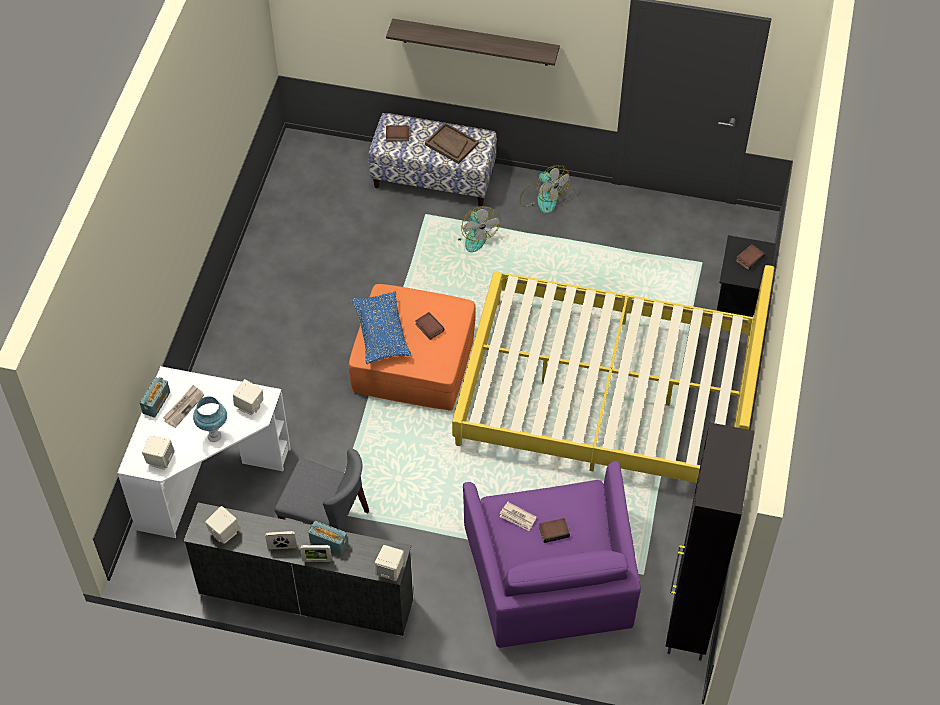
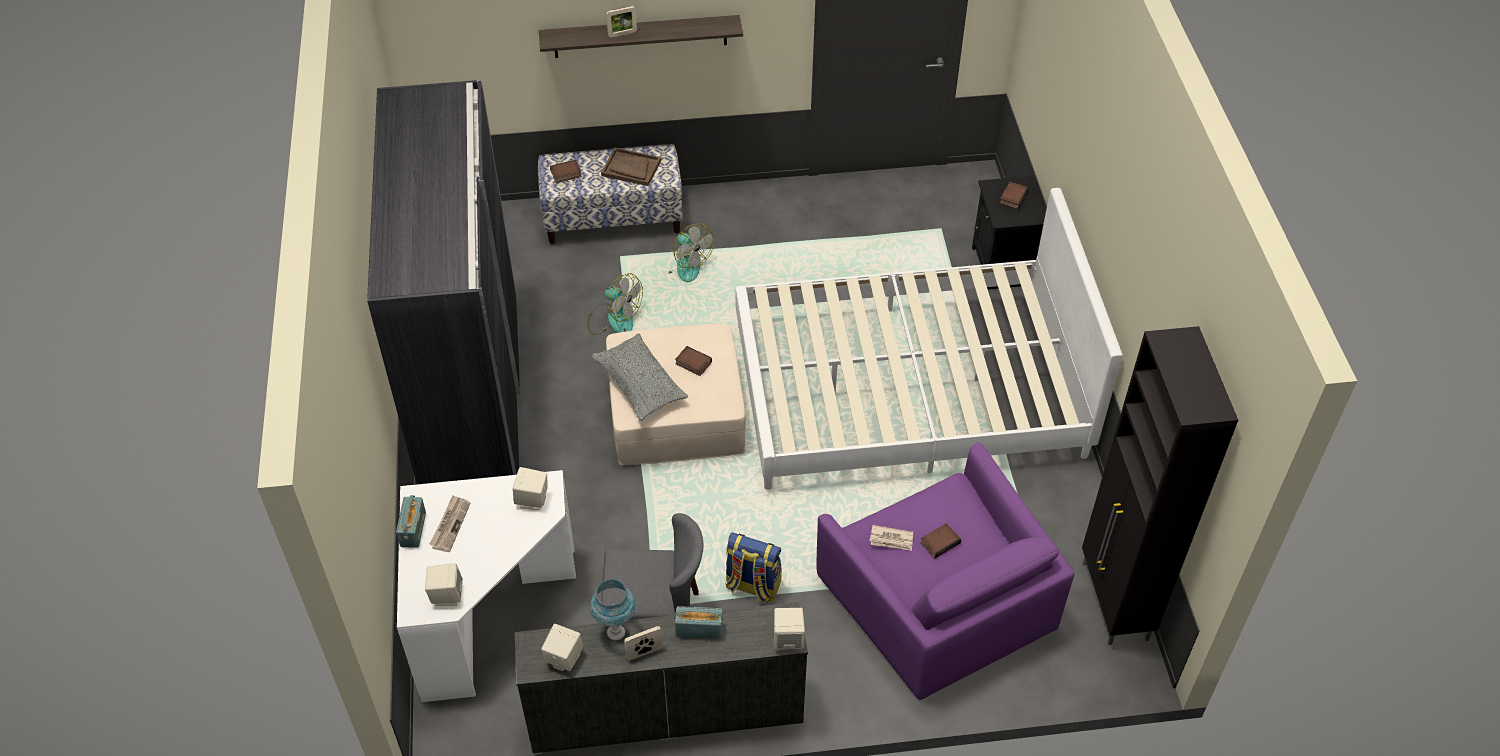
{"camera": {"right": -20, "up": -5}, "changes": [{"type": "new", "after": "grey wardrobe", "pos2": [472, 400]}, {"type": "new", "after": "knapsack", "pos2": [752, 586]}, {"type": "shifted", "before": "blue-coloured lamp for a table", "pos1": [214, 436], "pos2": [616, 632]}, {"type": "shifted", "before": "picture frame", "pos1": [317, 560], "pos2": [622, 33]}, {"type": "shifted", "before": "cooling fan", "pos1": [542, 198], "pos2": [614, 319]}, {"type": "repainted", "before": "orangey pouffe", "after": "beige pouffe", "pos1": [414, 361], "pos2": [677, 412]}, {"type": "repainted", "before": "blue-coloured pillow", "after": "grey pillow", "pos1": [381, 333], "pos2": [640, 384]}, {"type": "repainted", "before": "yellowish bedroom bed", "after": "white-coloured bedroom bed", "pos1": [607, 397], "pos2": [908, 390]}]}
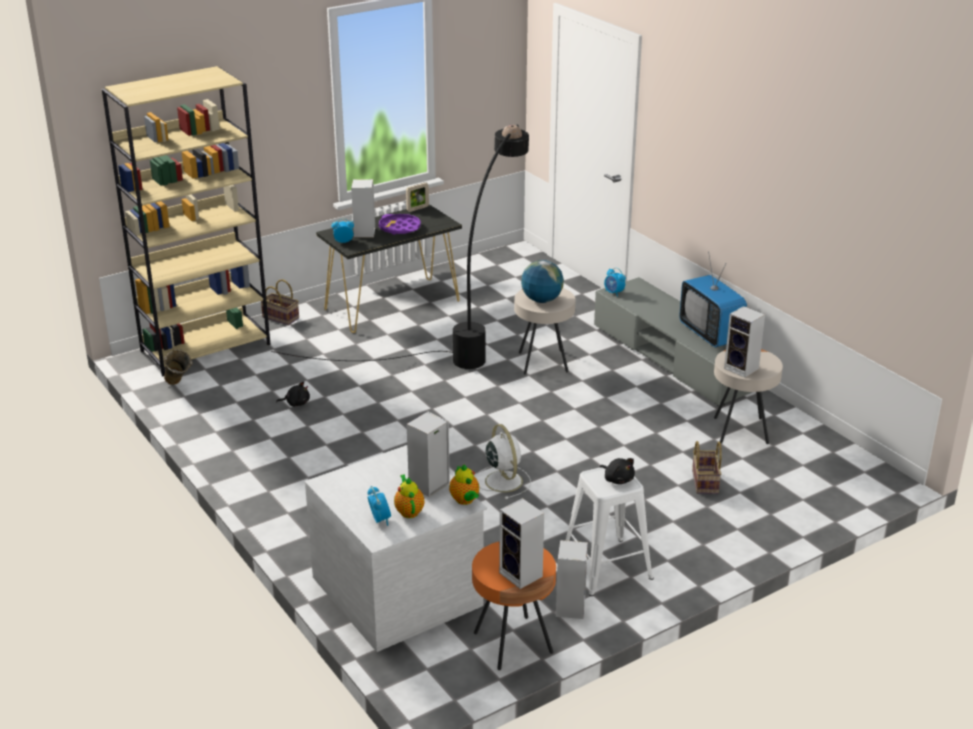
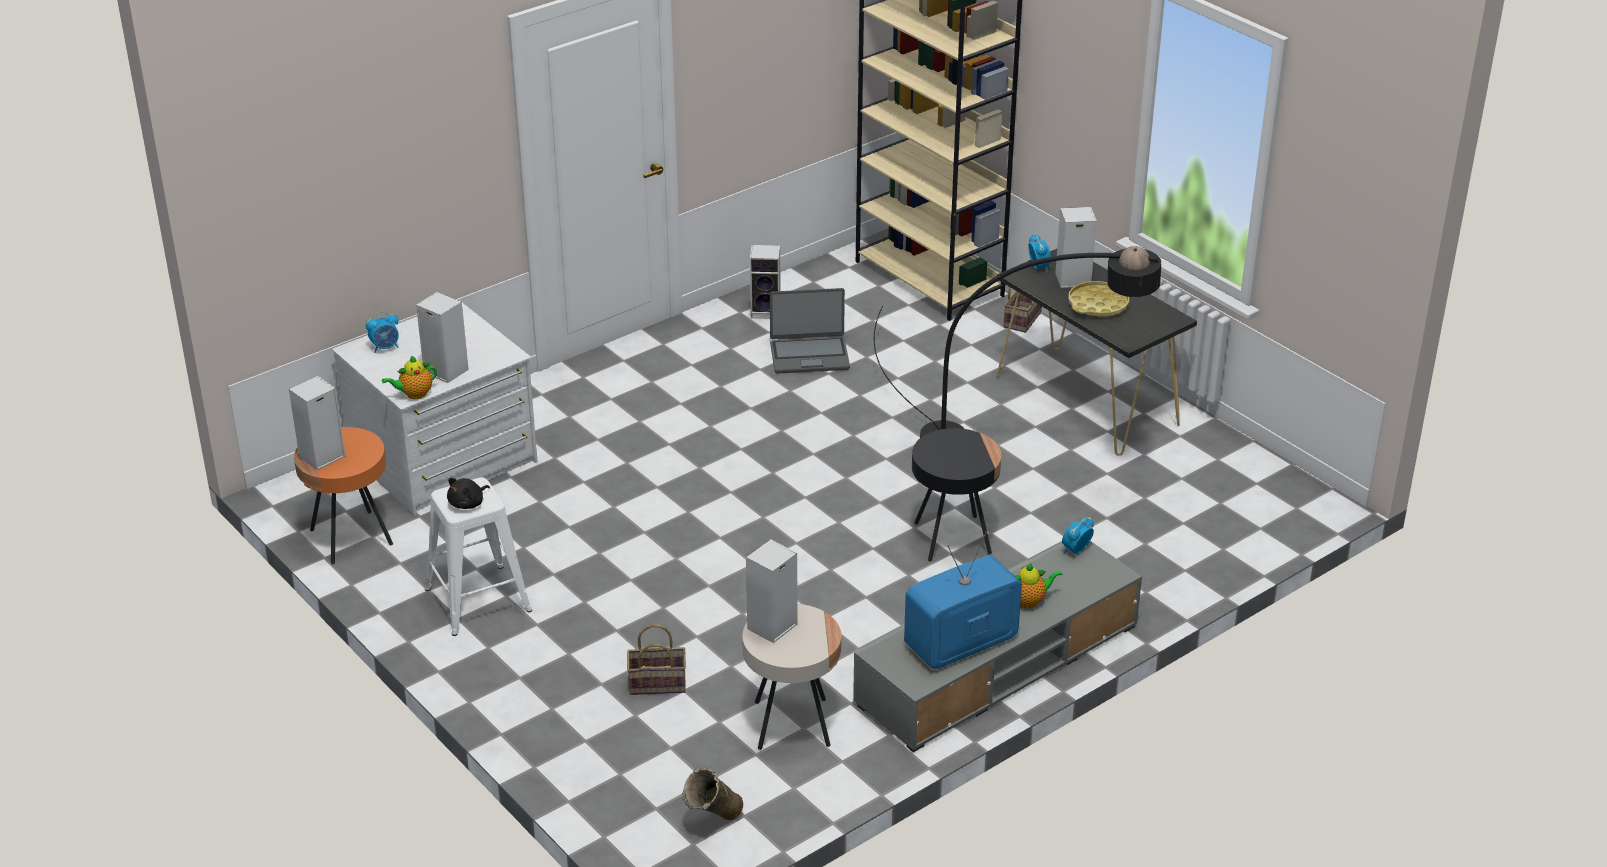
{"camera": {"right": 85, "up": 5}, "changes": [{"type": "gone", "before": "picture frame", "pos1": [417, 209]}, {"type": "gone", "before": "white-coloured cooling fan", "pos1": [503, 480]}, {"type": "gone", "before": "world globe", "pos1": [541, 300]}, {"type": "shifted", "before": "beige vase", "pos1": [179, 387], "pos2": [713, 823]}, {"type": "shifted", "before": "tea pot", "pos1": [409, 511], "pos2": [1029, 601]}, {"type": "shifted", "before": "loudspeaker", "pos1": [569, 607], "pos2": [767, 311]}, {"type": "swapped", "before": "black-coloured plush toy", "after": "laptop", "pos1": [296, 403], "pos2": [809, 356]}, {"type": "repainted", "before": "purplish serving tray", "after": "yellowish serving tray", "pos1": [399, 228], "pos2": [1098, 304]}, {"type": "repainted", "before": "beige end table", "after": "black-coloured end table", "pos1": [543, 362], "pos2": [952, 538]}]}
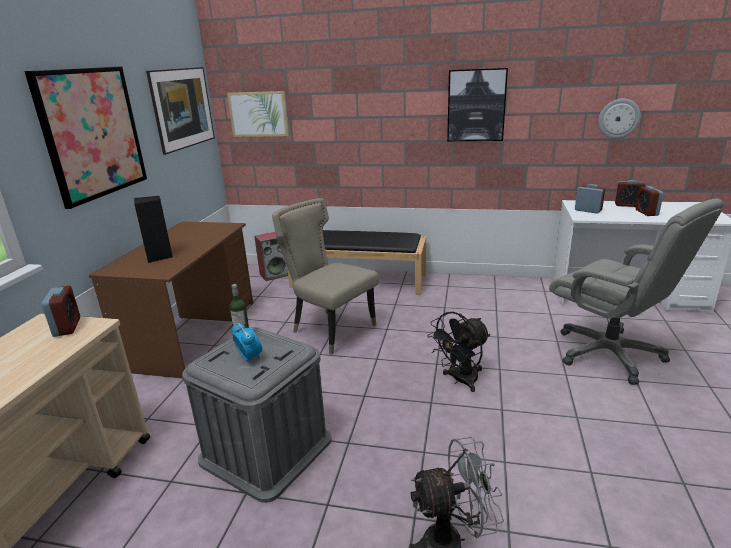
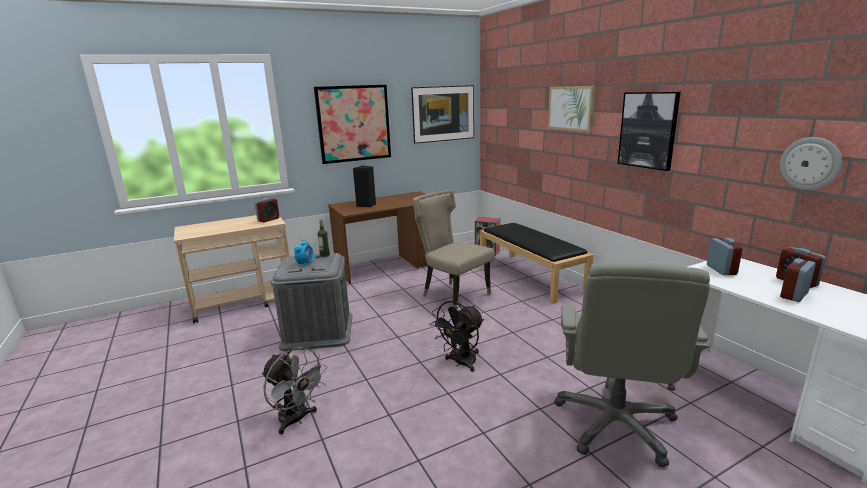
{"camera": {"right": 50, "up": -5}, "changes": [{"type": "shifted", "before": "picture", "pos1": [259, 114], "pos2": [571, 108]}, {"type": "rotated", "before": "beige plain chair", "pos1": [330, 329], "pos2": [453, 295], "turn": -45}, {"type": "rotated", "before": "black-coloured cooling fan", "pos1": [460, 380], "pos2": [461, 363], "turn": -60}]}
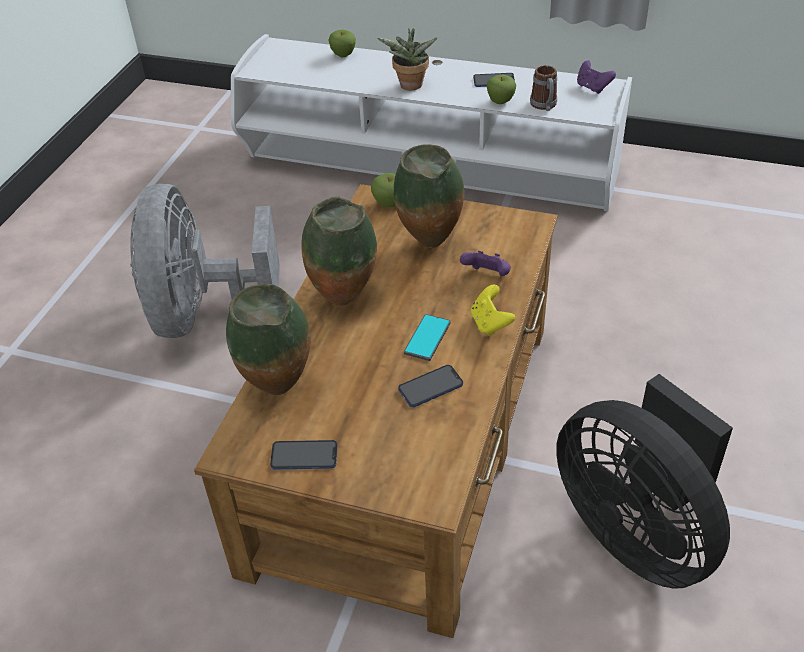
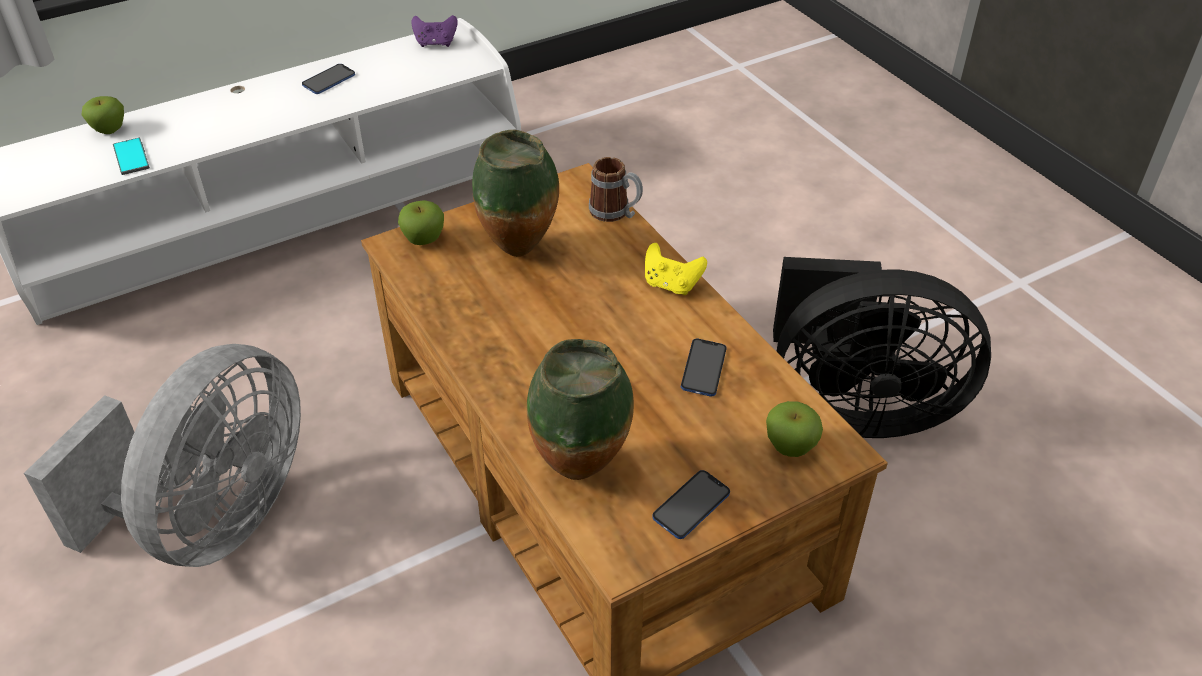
{"camera": {"right": -50, "up": 0}, "changes": [{"type": "gone", "before": "vase", "pos1": [345, 299]}, {"type": "gone", "before": "potted plant", "pos1": [410, 87]}, {"type": "gone", "before": "purplish gamepad", "pos1": [487, 276]}, {"type": "shifted", "before": "handset", "pos1": [427, 338], "pos2": [131, 157]}, {"type": "shifted", "before": "apple", "pos1": [500, 101], "pos2": [790, 447]}, {"type": "shifted", "before": "coffee mug", "pos1": [544, 106], "pos2": [615, 213]}, {"type": "rotated", "before": "grey cooling fan", "pos1": [203, 312], "pos2": [214, 520], "turn": -105}]}
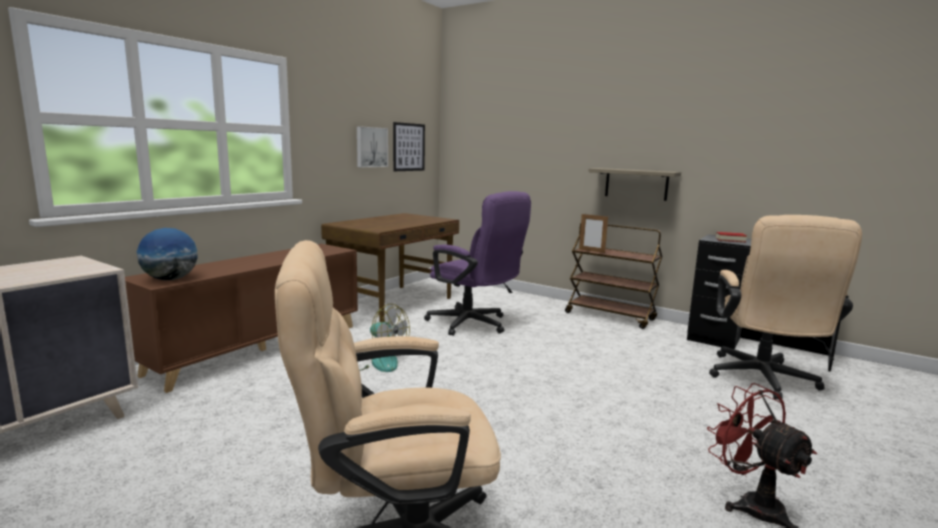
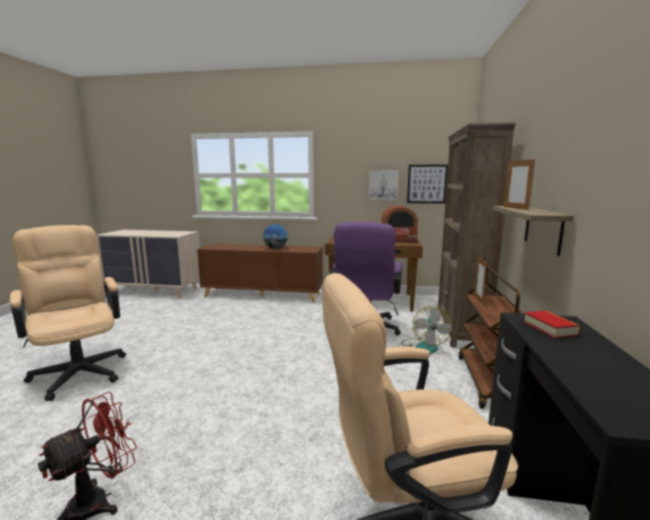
{"camera": {"right": 65, "up": 0}, "changes": [{"type": "new", "after": "radio", "pos2": [398, 240]}, {"type": "new", "after": "brown bookshelf", "pos2": [460, 329]}, {"type": "new", "after": "picture frame", "pos2": [515, 208]}, {"type": "shifted", "before": "world globe", "pos1": [170, 279], "pos2": [275, 248]}, {"type": "shifted", "before": "cooling fan", "pos1": [378, 362], "pos2": [424, 346]}]}
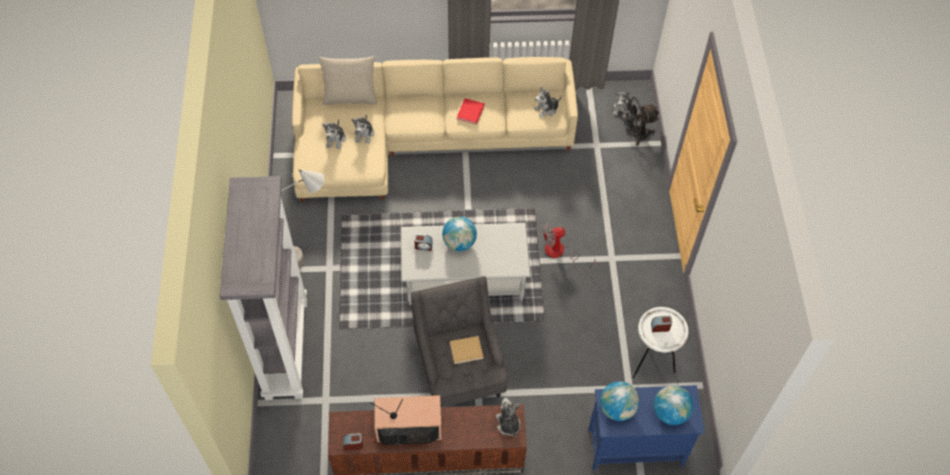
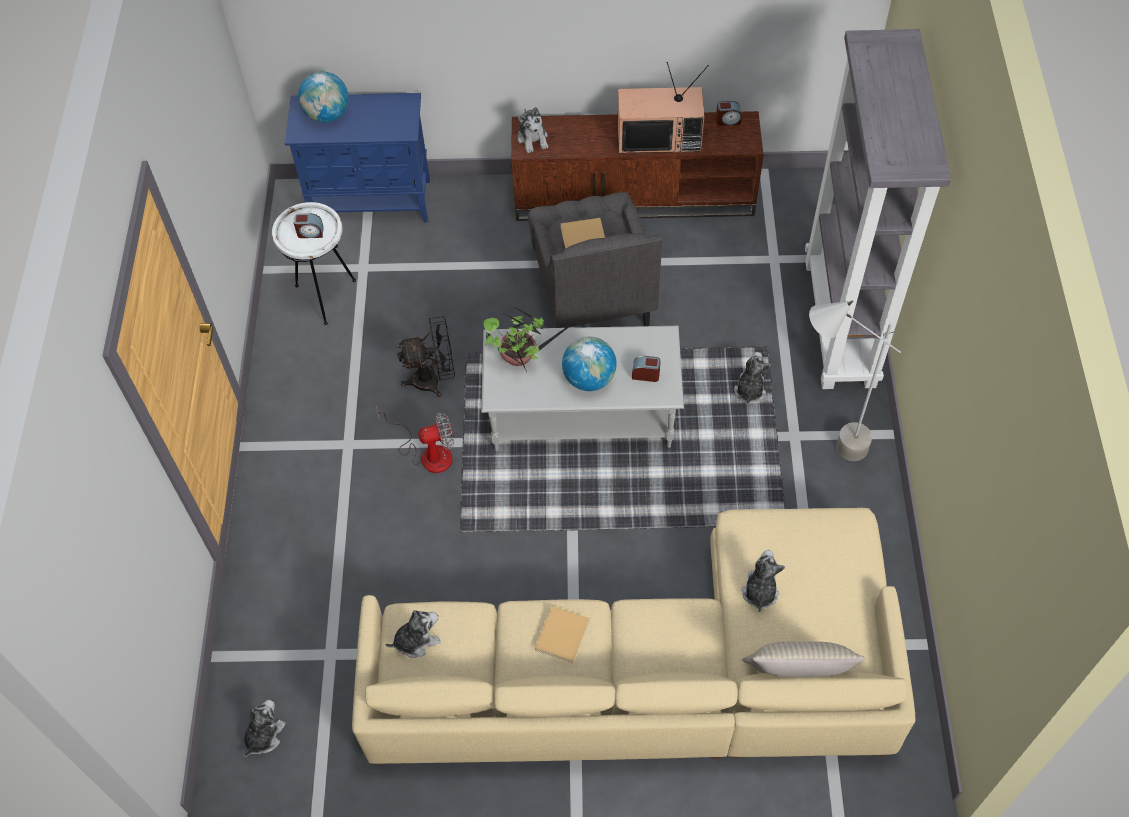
{"camera": {"right": -175, "up": 0}, "changes": [{"type": "gone", "before": "world globe", "pos1": [617, 408]}, {"type": "new", "after": "potted plant", "pos2": [520, 357]}, {"type": "shifted", "before": "plush toy", "pos1": [336, 139], "pos2": [749, 390]}, {"type": "shifted", "before": "black-coloured cooling fan", "pos1": [635, 135], "pos2": [433, 380]}, {"type": "repainted", "before": "red volume", "after": "beige volume", "pos1": [470, 112], "pos2": [562, 633]}]}
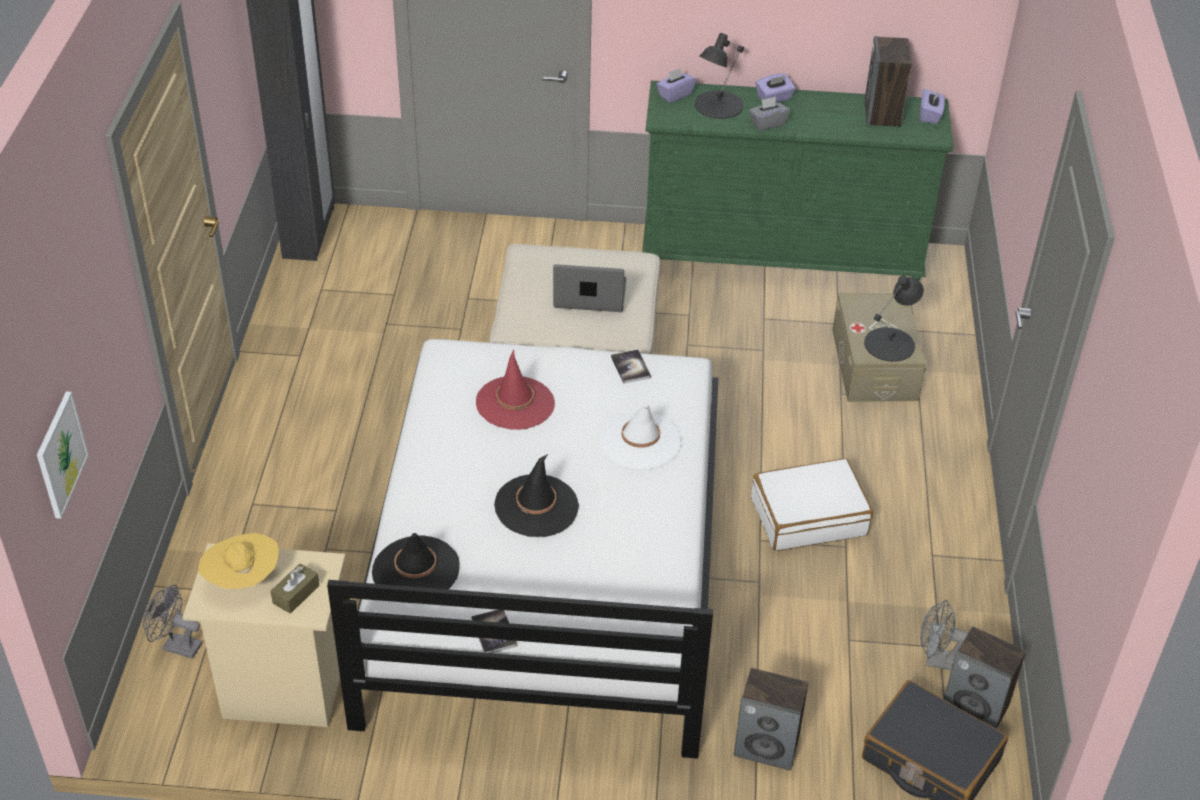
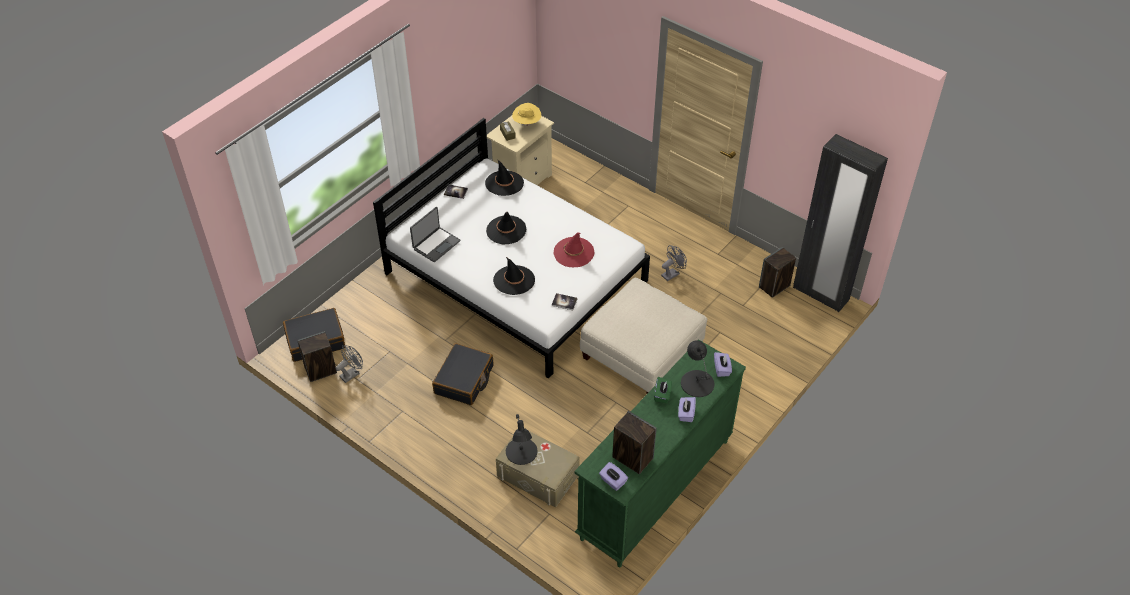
{"camera": {"right": 125, "up": 5}, "changes": [{"type": "gone", "before": "picture", "pos1": [60, 454]}, {"type": "shifted", "before": "grey cooling fan", "pos1": [176, 646], "pos2": [672, 273]}, {"type": "shifted", "before": "laptop", "pos1": [589, 296], "pos2": [436, 245]}, {"type": "shifted", "before": "loudspeaker", "pos1": [767, 746], "pos2": [774, 286]}, {"type": "repainted", "before": "white-coloured clothing hat", "after": "black-coloured clothing hat", "pos1": [640, 442], "pos2": [514, 280]}, {"type": "repainted", "before": "grey tissue box", "after": "greenish tissue box", "pos1": [767, 123], "pos2": [662, 395]}, {"type": "repainted", "before": "white-coloured piece of luggage", "after": "black-coloured piece of luggage", "pos1": [808, 516], "pos2": [464, 380]}]}
